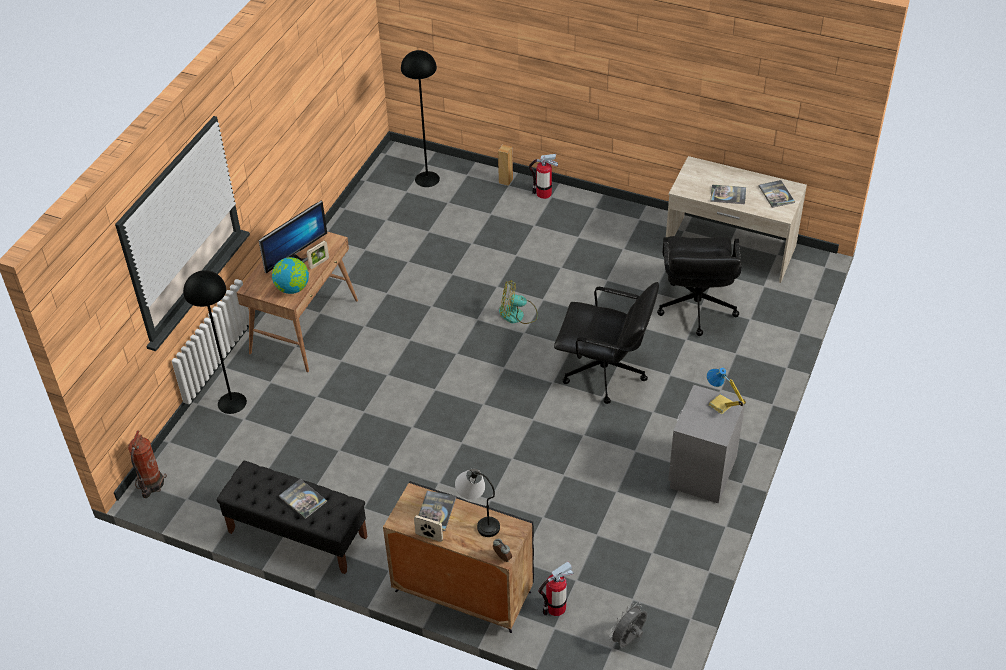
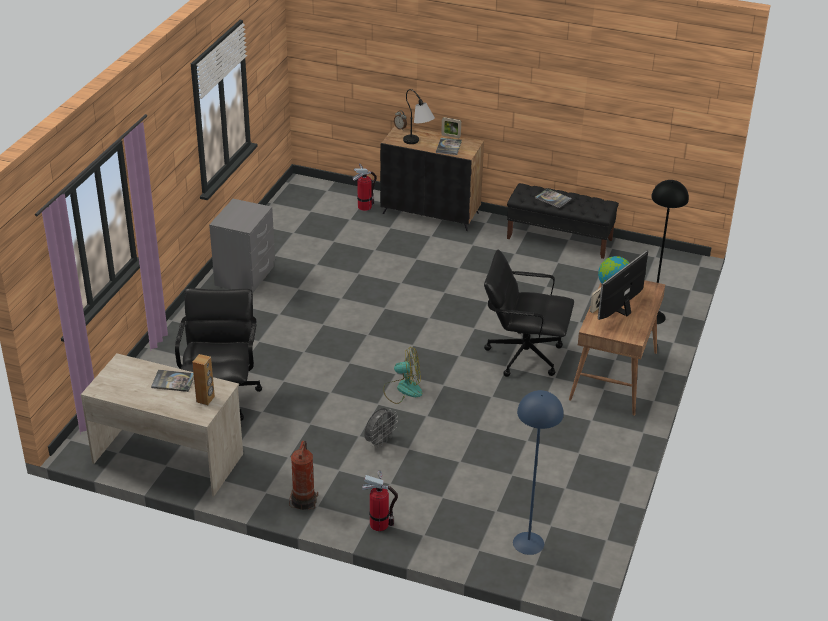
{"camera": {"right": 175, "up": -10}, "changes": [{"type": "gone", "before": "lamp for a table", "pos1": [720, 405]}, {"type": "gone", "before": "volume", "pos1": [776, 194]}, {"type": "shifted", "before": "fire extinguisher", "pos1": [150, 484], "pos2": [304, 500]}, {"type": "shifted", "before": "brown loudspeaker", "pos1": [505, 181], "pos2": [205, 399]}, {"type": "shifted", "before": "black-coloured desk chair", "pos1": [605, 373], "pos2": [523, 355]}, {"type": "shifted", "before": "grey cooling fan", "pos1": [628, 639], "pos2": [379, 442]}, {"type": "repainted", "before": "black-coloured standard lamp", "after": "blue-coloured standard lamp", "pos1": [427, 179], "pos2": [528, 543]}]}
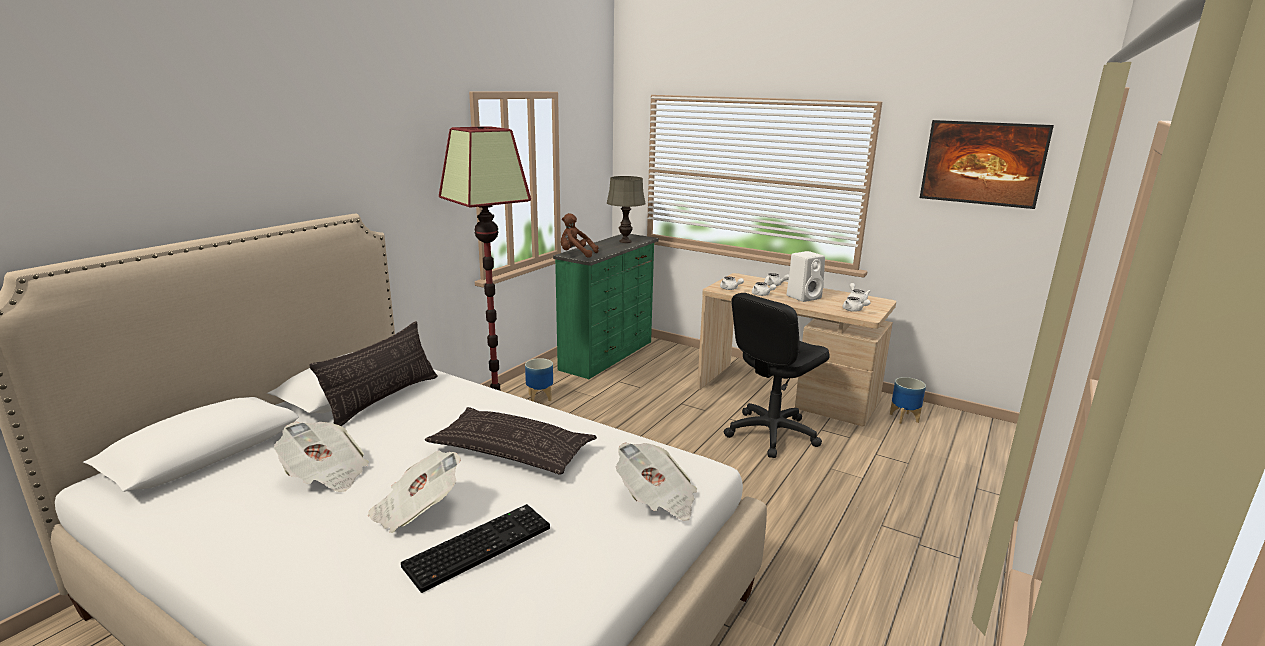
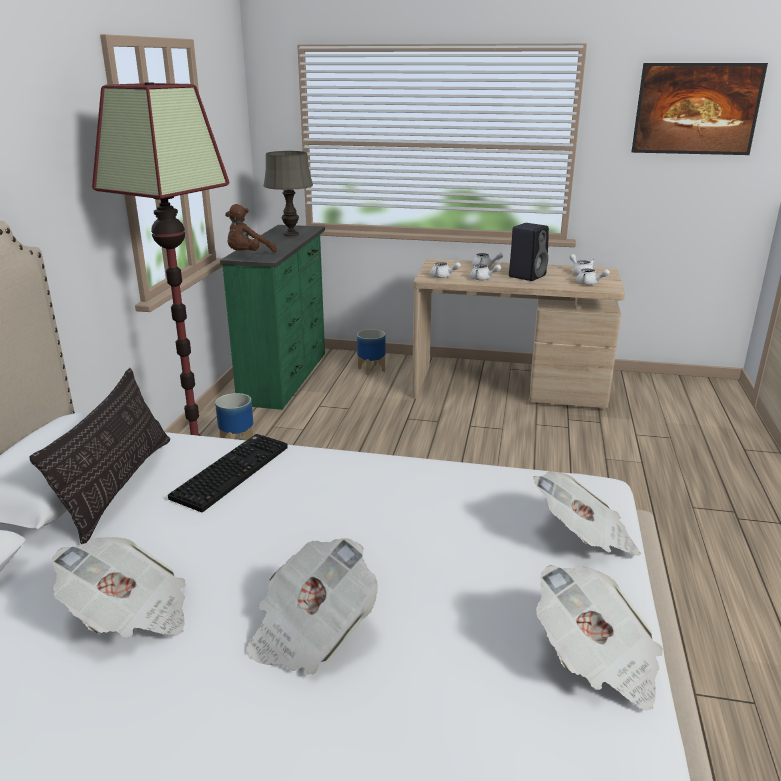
{"camera": {"right": -20, "up": 5}, "changes": [{"type": "gone", "before": "pillow", "pos1": [511, 450]}, {"type": "gone", "before": "black-coloured desk chair", "pos1": [771, 433]}, {"type": "new", "after": "daily paper", "pos2": [597, 660]}, {"type": "shifted", "before": "keyboard", "pos1": [479, 545], "pos2": [231, 471]}, {"type": "shifted", "before": "plant pot", "pos1": [904, 418], "pos2": [372, 369]}, {"type": "repainted", "before": "white-coloured loudspeaker", "after": "black-coloured loudspeaker", "pos1": [804, 297], "pos2": [527, 276]}, {"type": "rotated", "before": "brown plush toy", "pos1": [576, 254], "pos2": [248, 256], "turn": -45}]}
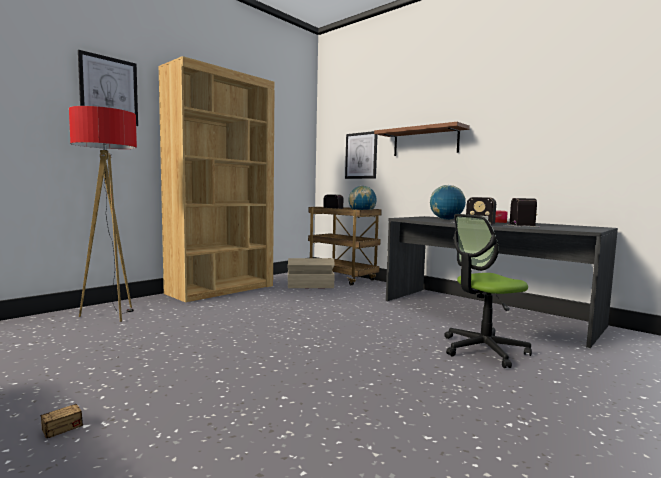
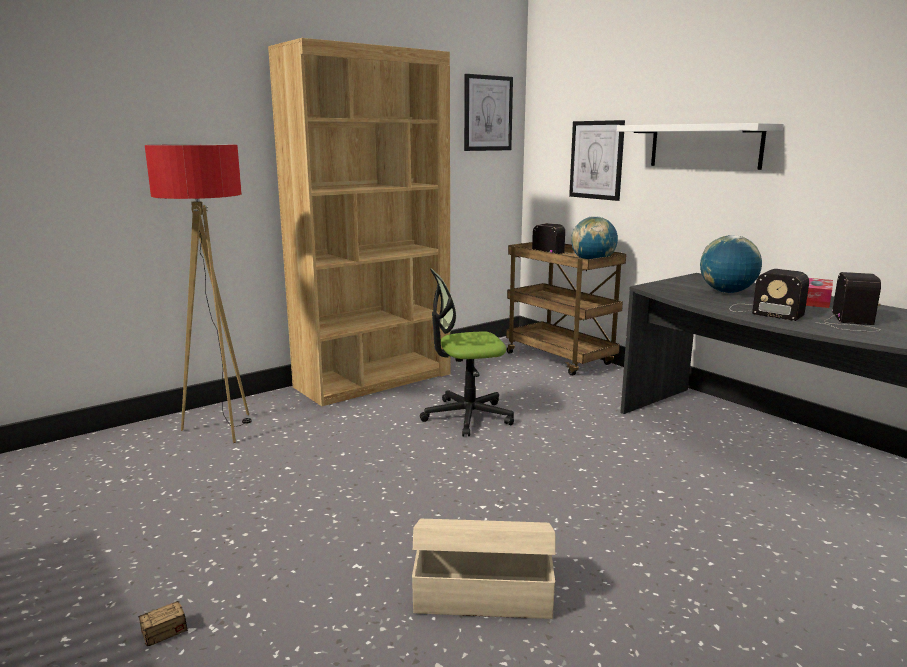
{"camera": {"right": 10, "up": 10}, "changes": [{"type": "shifted", "before": "picture", "pos1": [109, 90], "pos2": [487, 113]}, {"type": "shifted", "before": "beige storage container", "pos1": [310, 285], "pos2": [481, 593]}, {"type": "shifted", "before": "desk chair", "pos1": [483, 350], "pos2": [467, 416]}, {"type": "repainted", "before": "brown wall shelf", "after": "white-coloured wall shelf", "pos1": [425, 142], "pos2": [705, 146]}]}
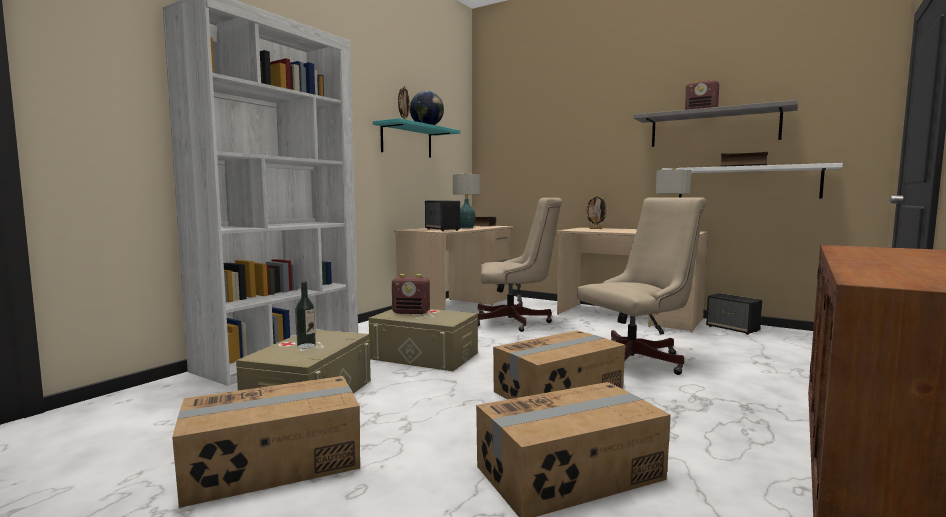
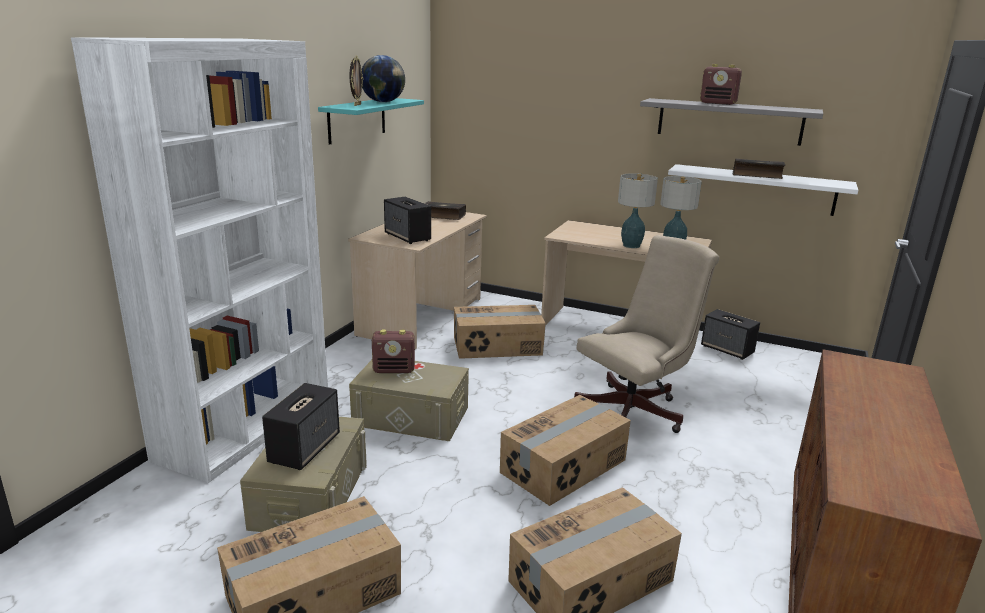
{"camera": {"right": -10, "up": 15}, "changes": [{"type": "gone", "before": "picture frame", "pos1": [595, 228]}, {"type": "shifted", "before": "lamp for a table", "pos1": [466, 228], "pos2": [631, 245]}, {"type": "swapped", "before": "bottle", "after": "loudspeaker", "pos1": [306, 346], "pos2": [305, 448]}, {"type": "swapped", "before": "beige desk chair", "after": "carton", "pos1": [516, 322], "pos2": [497, 346]}]}
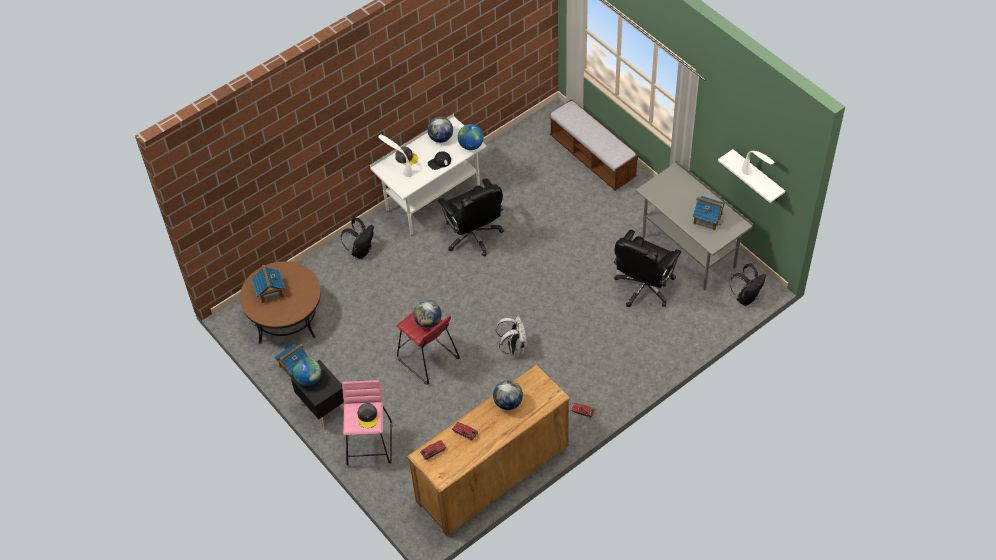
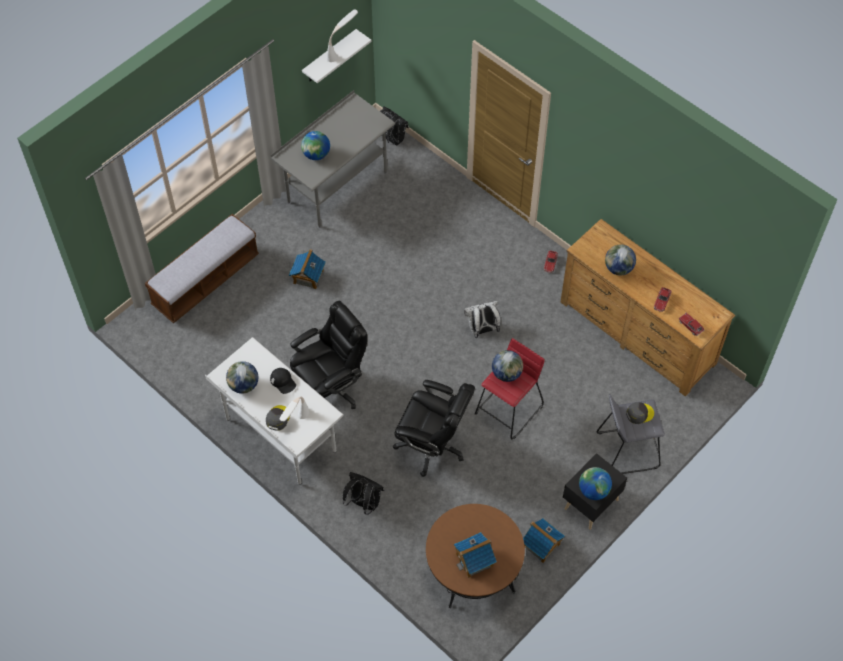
{"camera": {"right": -100, "up": 5}, "changes": [{"type": "shifted", "before": "world globe", "pos1": [471, 146], "pos2": [316, 155]}, {"type": "shifted", "before": "black-coloured desk chair", "pos1": [644, 287], "pos2": [432, 445]}, {"type": "shifted", "before": "model house", "pos1": [707, 218], "pos2": [308, 277]}, {"type": "repainted", "before": "pinkish stool", "after": "grey stool", "pos1": [369, 444], "pos2": [627, 450]}]}
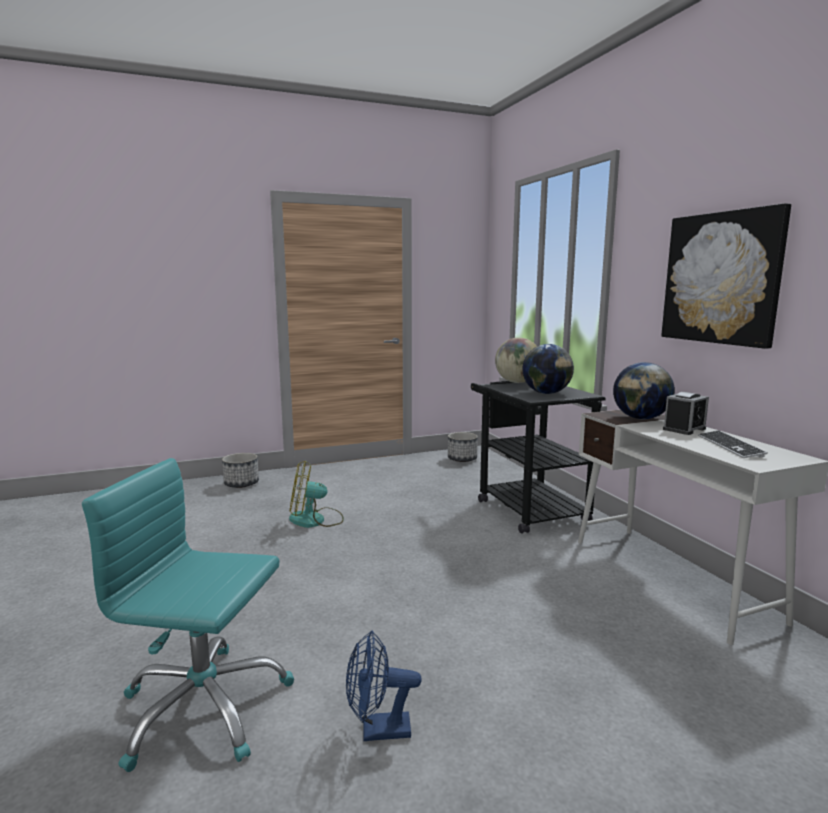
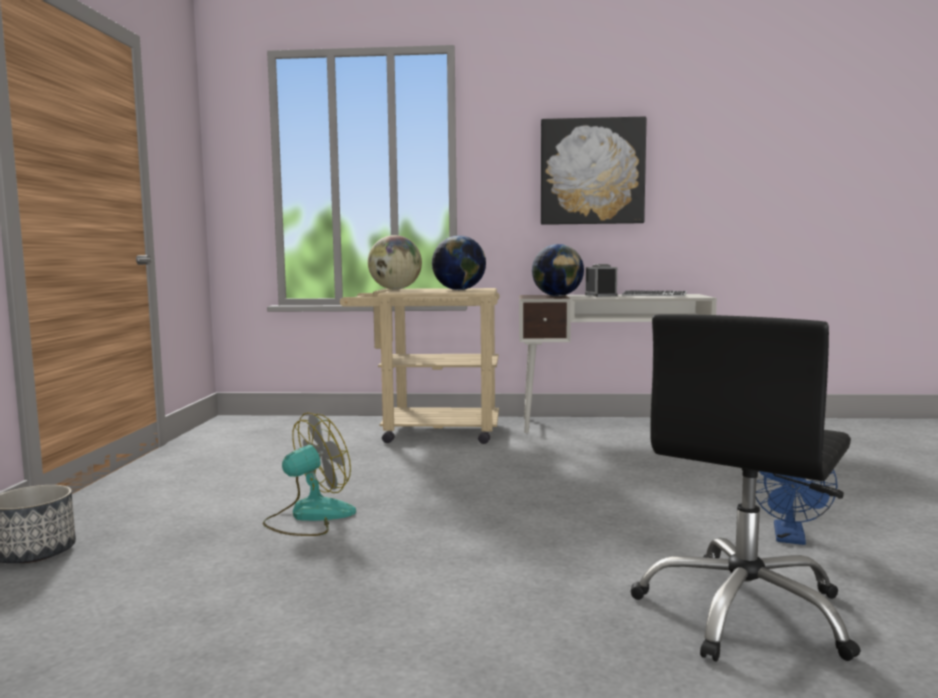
{"camera": {"right": -65, "up": -5}, "changes": [{"type": "gone", "before": "plant pot", "pos1": [462, 459]}, {"type": "repainted", "before": "turquoise desk chair", "after": "black-coloured desk chair", "pos1": [204, 707], "pos2": [744, 612]}, {"type": "repainted", "before": "black-coloured trolley", "after": "beige trolley", "pos1": [526, 507], "pos2": [428, 432]}, {"type": "rotated", "before": "cooling fan", "pos1": [315, 520], "pos2": [309, 517], "turn": -150}]}
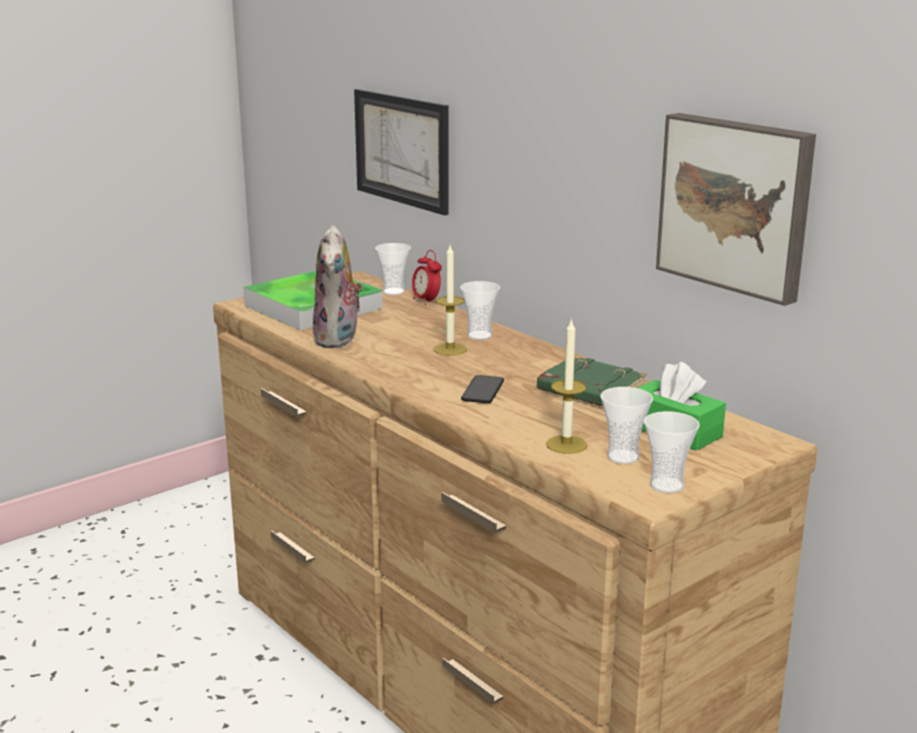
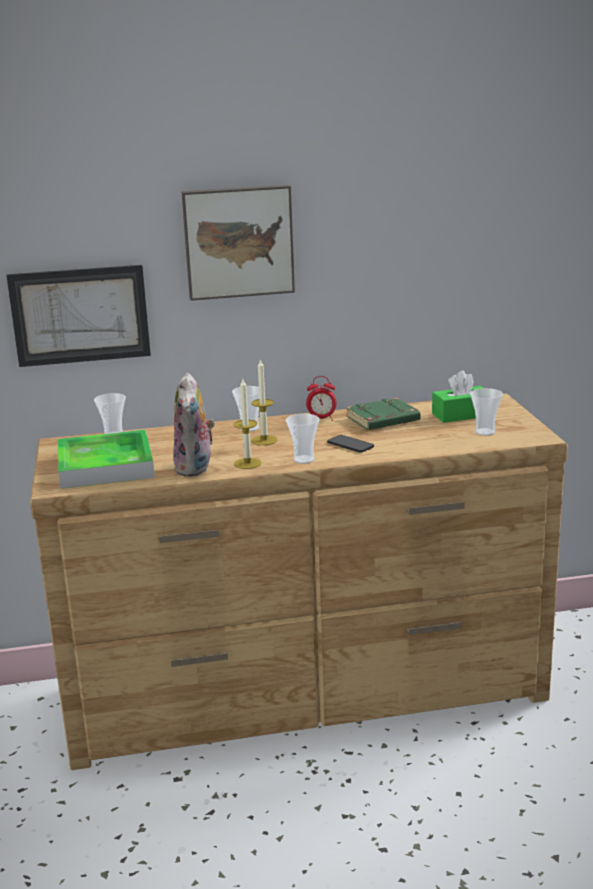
{"camera": {"right": -60, "up": 0}, "changes": [{"type": "shifted", "before": "alarm clock", "pos1": [426, 301], "pos2": [321, 419]}, {"type": "shifted", "before": "wax candle", "pos1": [566, 444], "pos2": [247, 463]}, {"type": "shifted", "before": "cup", "pos1": [666, 485], "pos2": [304, 460]}, {"type": "shifted", "before": "picture", "pos1": [736, 204], "pos2": [238, 241]}, {"type": "rotated", "before": "plush toy", "pos1": [339, 340], "pos2": [196, 468], "turn": 60}]}
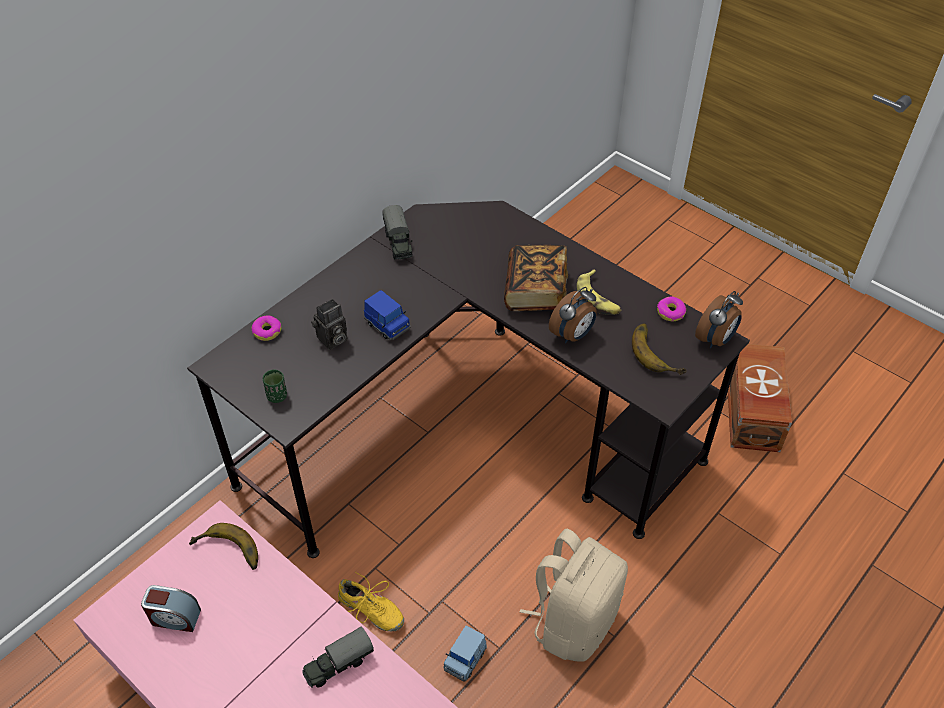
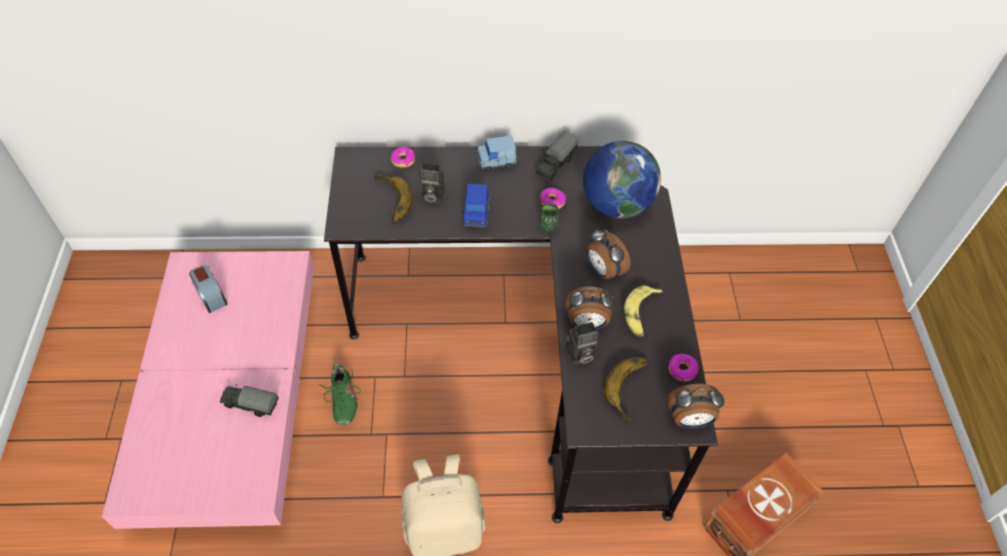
{"camera": {"right": 45, "up": 5}, "changes": [{"type": "new", "after": "doughnut", "pos2": [552, 201]}, {"type": "new", "after": "photo camera", "pos2": [579, 355]}, {"type": "new", "after": "world globe", "pos2": [616, 205]}, {"type": "shifted", "before": "banana", "pos1": [227, 554], "pos2": [389, 201]}, {"type": "shifted", "before": "greenish cup", "pos1": [277, 396], "pos2": [548, 226]}, {"type": "shifted", "before": "blue-coloured model car", "pos1": [465, 659], "pos2": [496, 161]}, {"type": "swapped", "before": "volume", "after": "alarm clock", "pos1": [535, 290], "pos2": [603, 271]}, {"type": "repainted", "before": "yellowish item of footwear", "after": "greenish item of footwear", "pos1": [371, 610], "pos2": [342, 399]}]}
